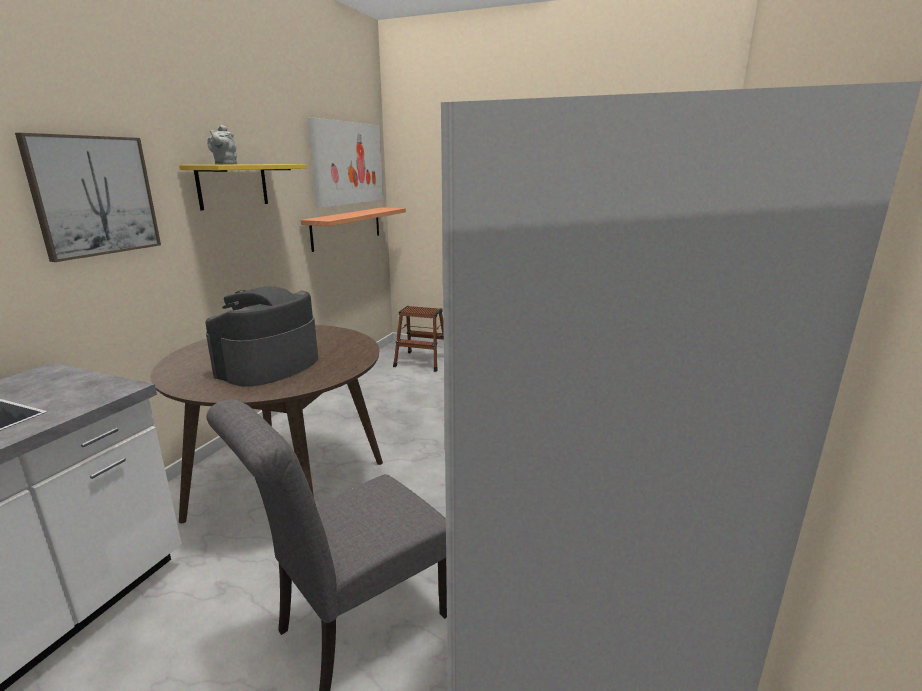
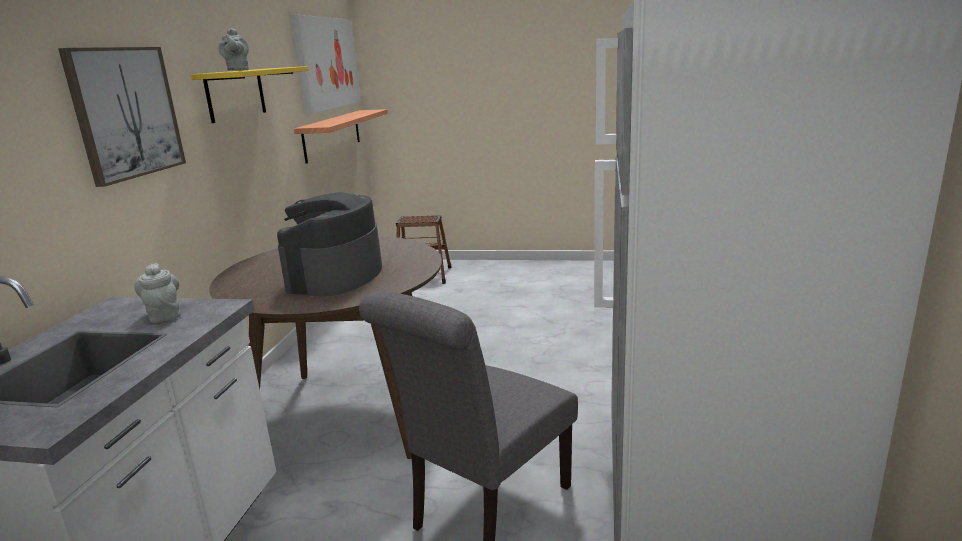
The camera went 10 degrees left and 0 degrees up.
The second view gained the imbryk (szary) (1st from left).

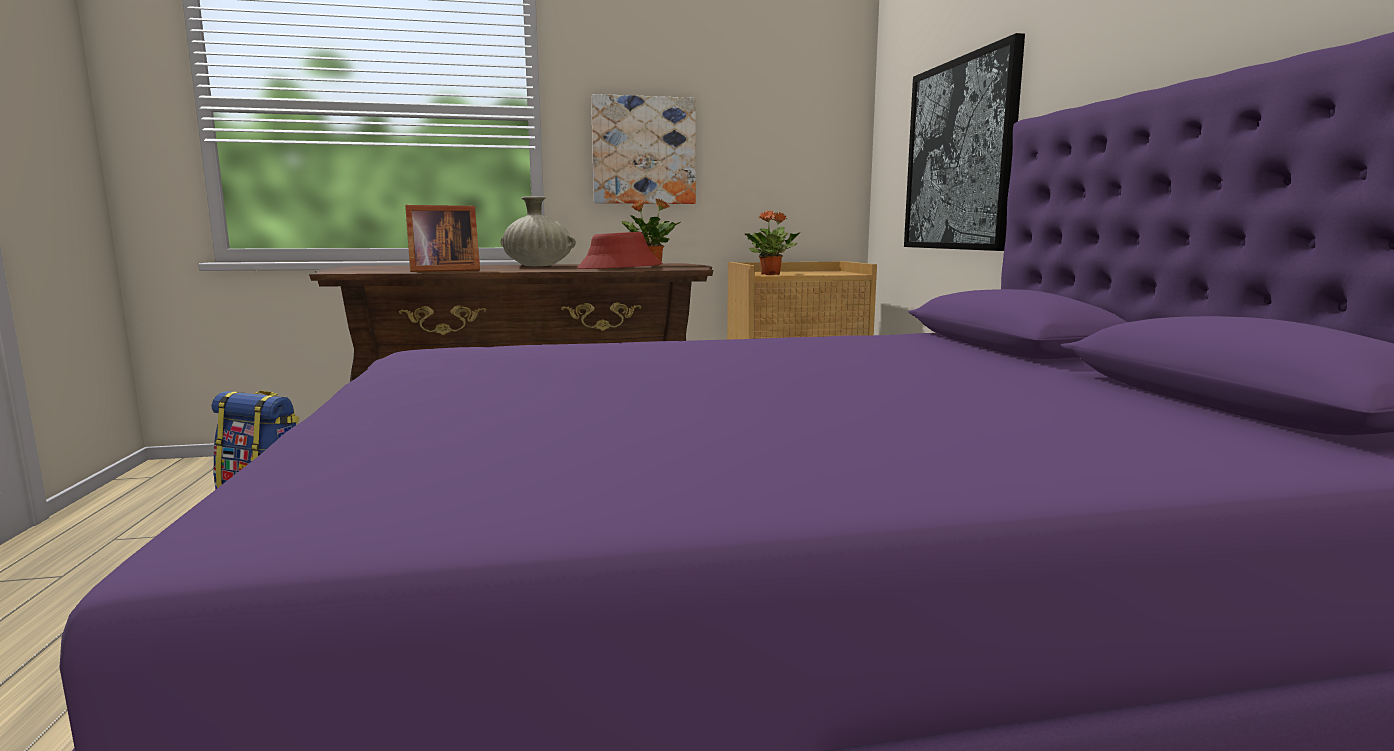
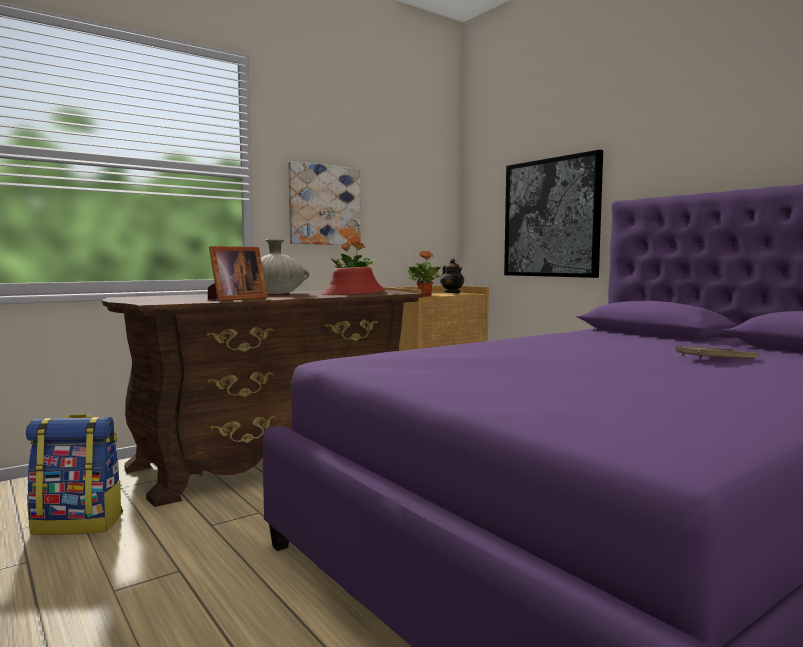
The camera went 25 degrees left and 5 degrees down.
The second view gained the imbryk.
The second view gained the taca (brązowy).

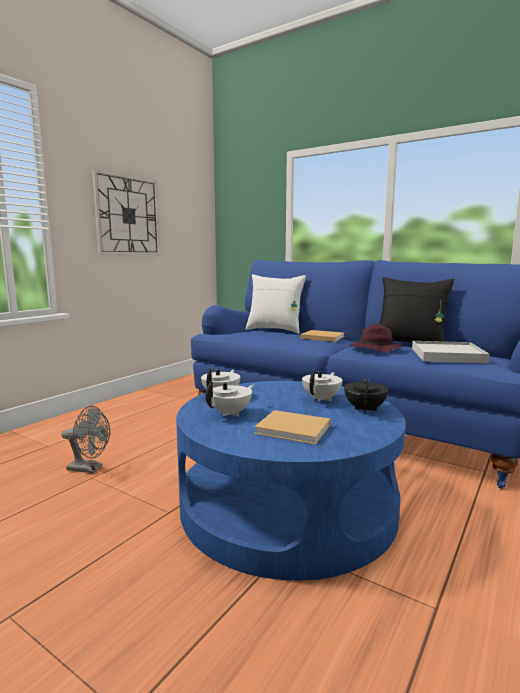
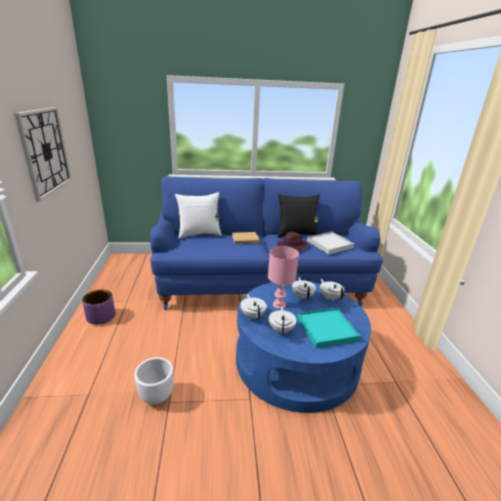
The camera went 40 degrees left and 15 degrees up.
The second view gained the donica (fioletowy).
Where the wentylator (szary) stood, the donica (biały) came to stand.
The second view gained the lampa stołowa (różowy).
Where the książka (beżowy) (1st from left) stood, the taca (turkusowy) came to stand.
What was the imbryk (czarny) turned into the imbryk (biały) (4th from left).

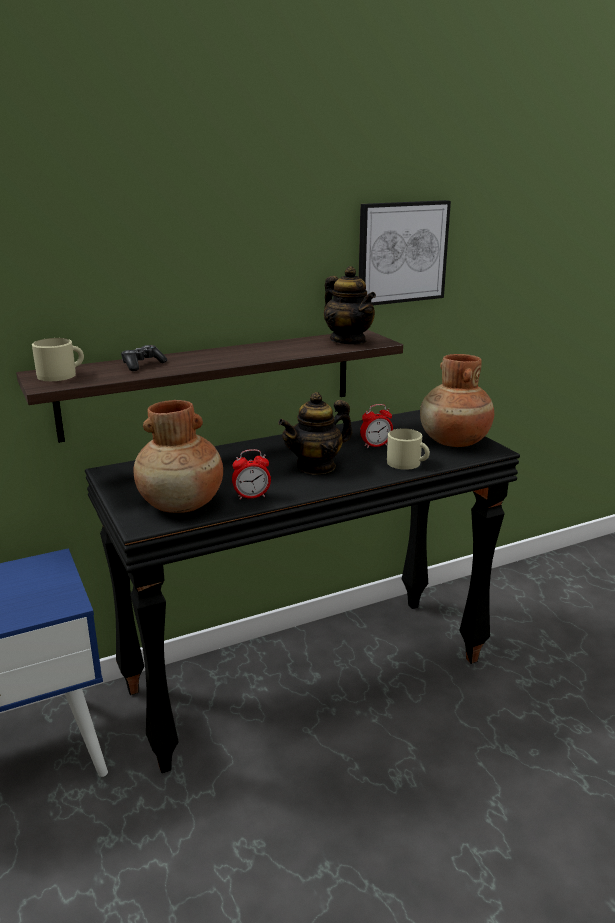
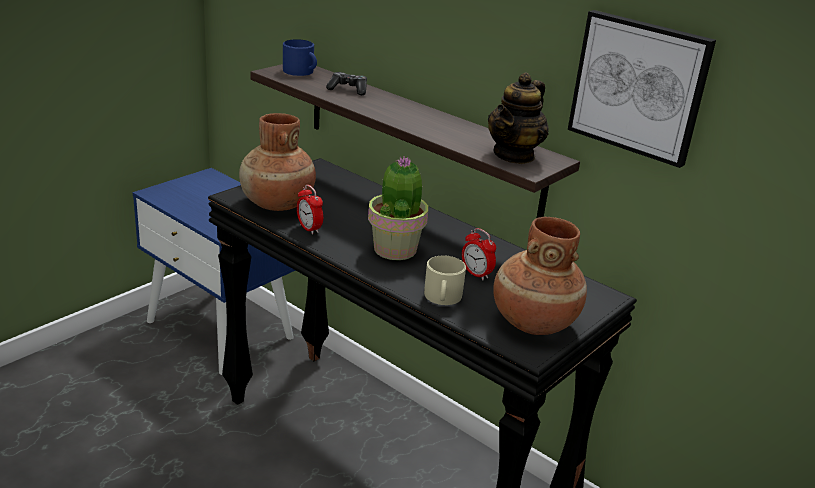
The camera went 65 degrees right and 5 degrees up.
What was the kubek (beżowy) (1st from left) turned into the kubek (niebieski).
Where the imbryk (1st from left) stood, the roślina doniczkowa came to stand.

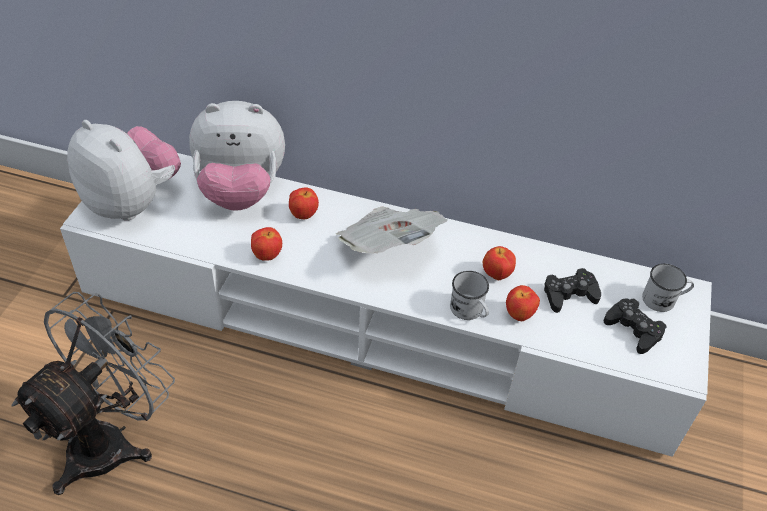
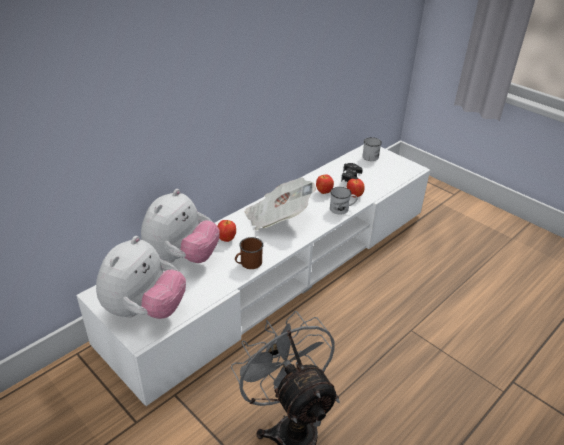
The camera went 60 degrees left and 10 degrees down.
The pluszak (1st from left) ended up facing another way, 135 degrees clockwise from before.
Where the jabłko (1st from left) stood, the kubek (brązowy) came to stand.
The second view lost the pad do gier (czarny) (2nd from left).

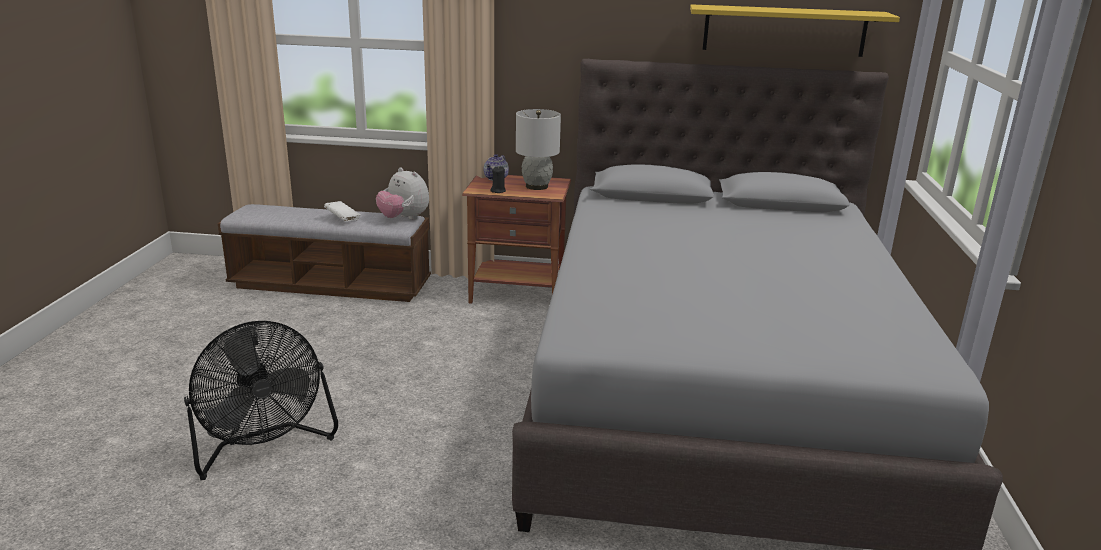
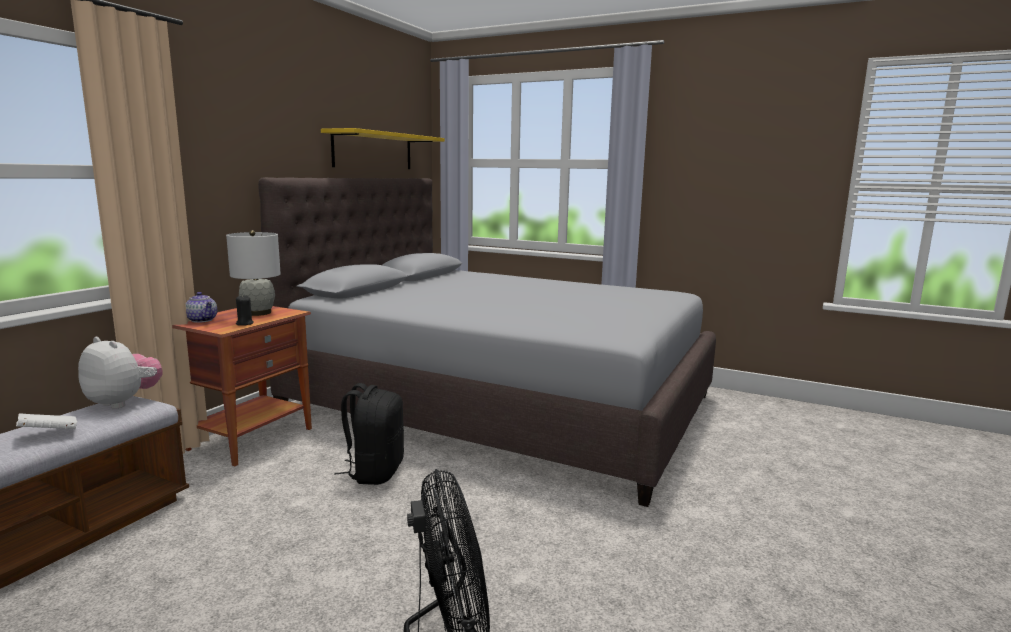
The camera went 70 degrees left and 10 degrees down.
The pluszak ended up facing another way, 120 degrees counterclockwise from before.
The second view gained the plecak (czarny).

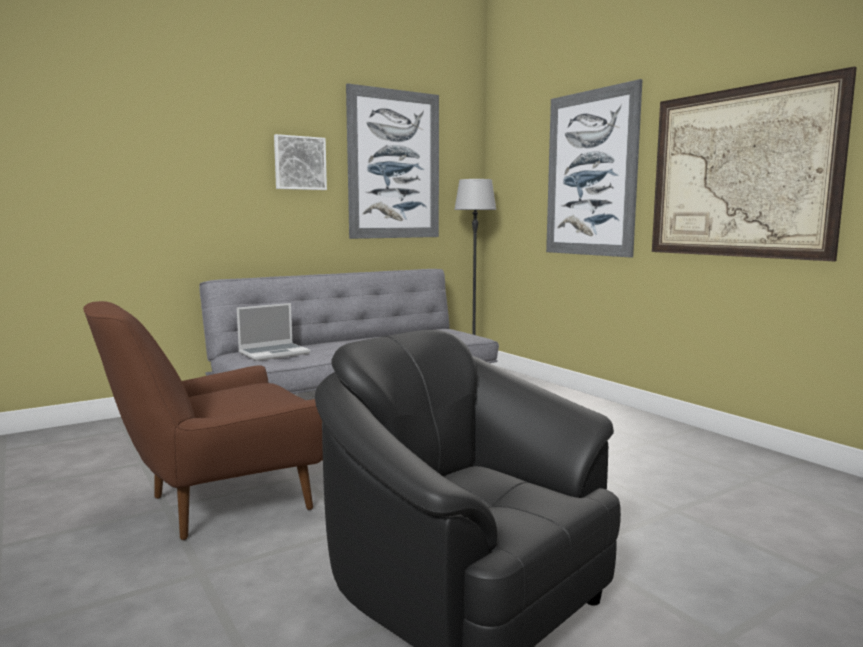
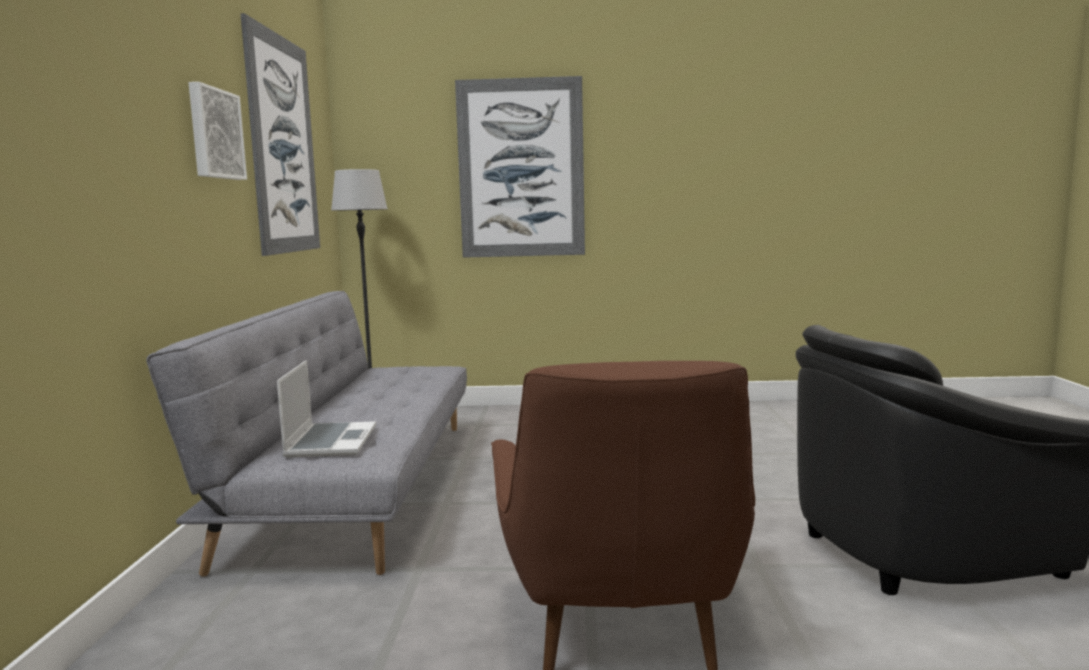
The camera went 55 degrees left and 0 degrees up.
The second view lost the obraz (4th from left).

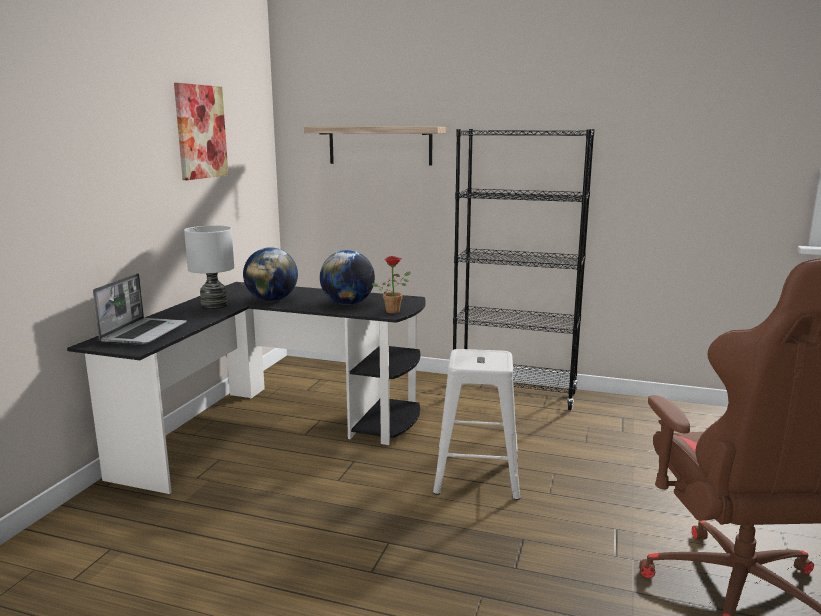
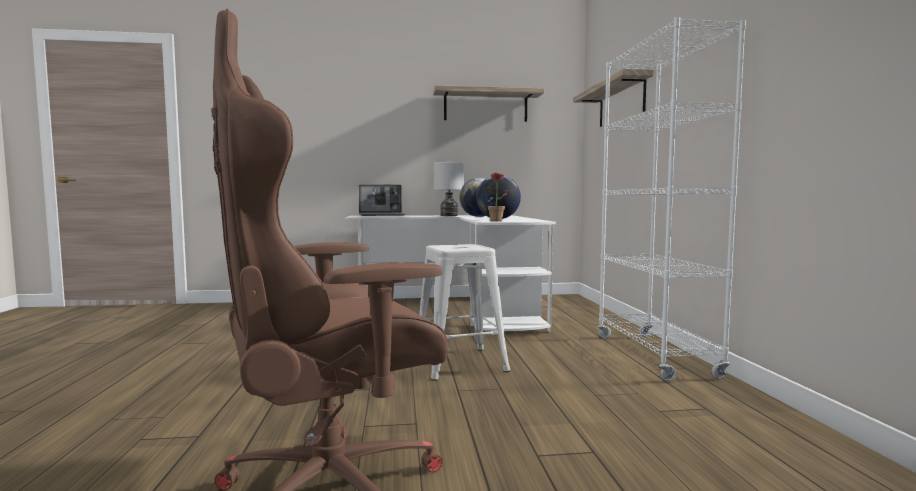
The camera went 65 degrees right and 10 degrees down.
What was the biurko (czarny) turned into the biurko (biały).
Where the obraz hung, the półka (1st from left) came to hang.
What was the regał (czarny) turned into the regał (biały).

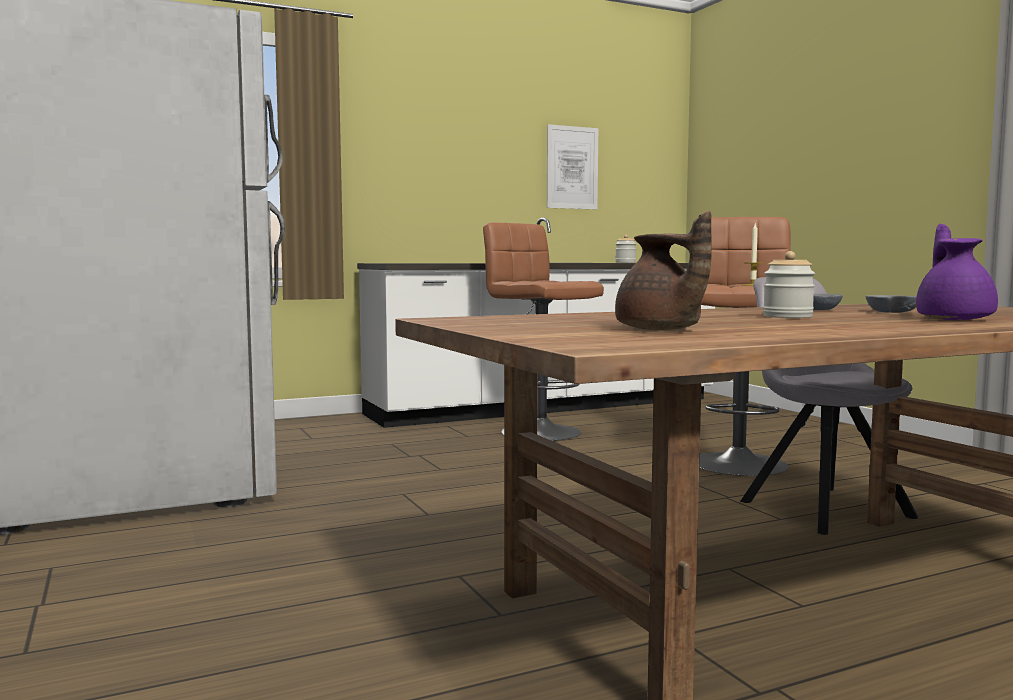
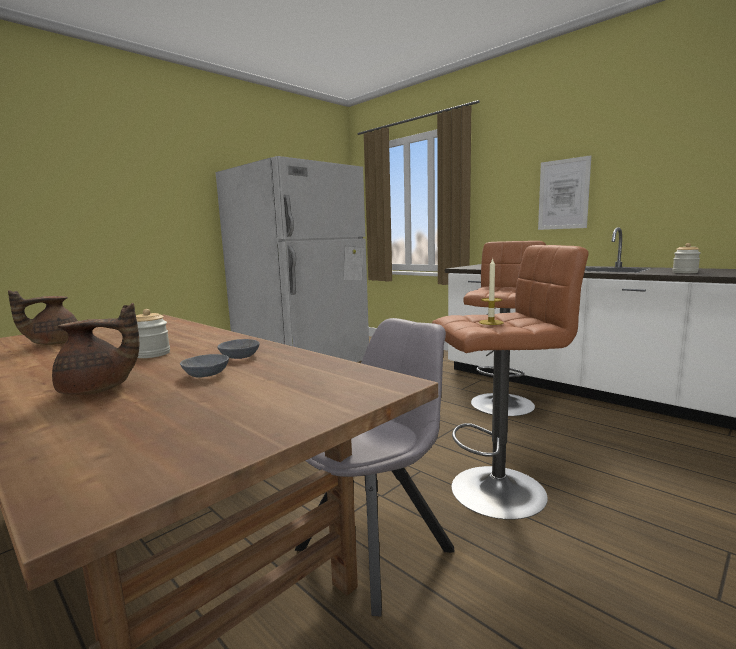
The camera went 70 degrees right and 5 degrees up.
What was the imbryk (fioletowy) turned into the imbryk (brązowy) (2nd from left).
The obraz ended up elsewhere.

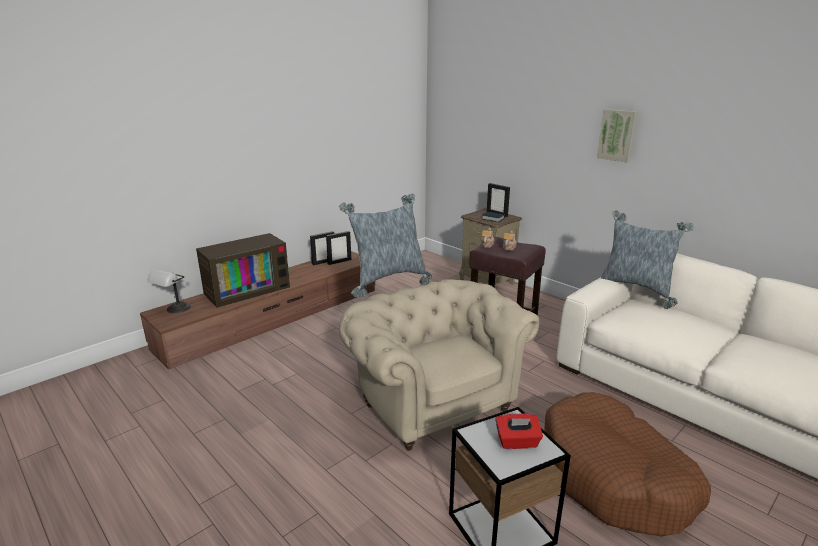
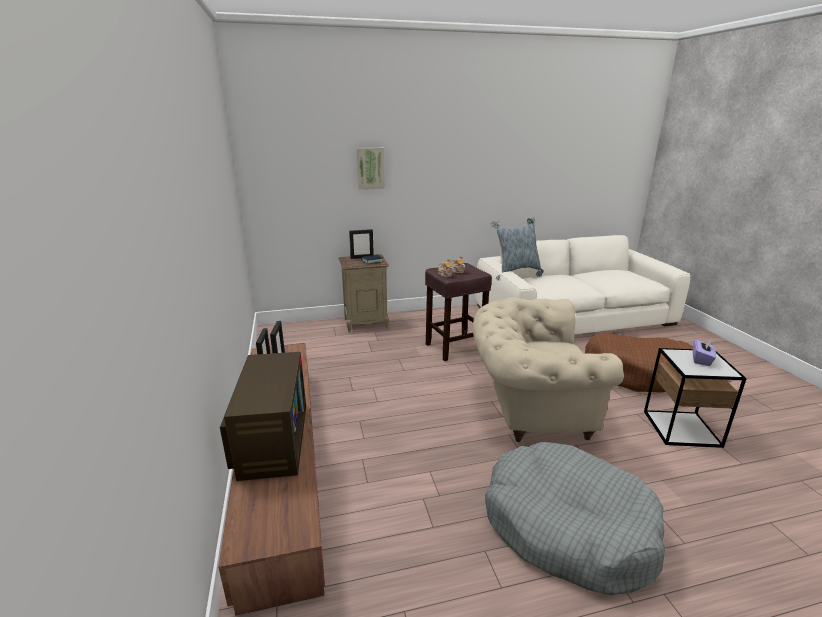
The camera went 60 degrees left and 0 degrees up.
The obraz ended up elsewhere.
The second view gained the legowisko (szary).
What was the pudełko chusteczek (czerwony) turned into the pudełko chusteczek (fioletowy).
The second view lost the lampa stołowa.
The second view lost the poduszka (1st from left).

